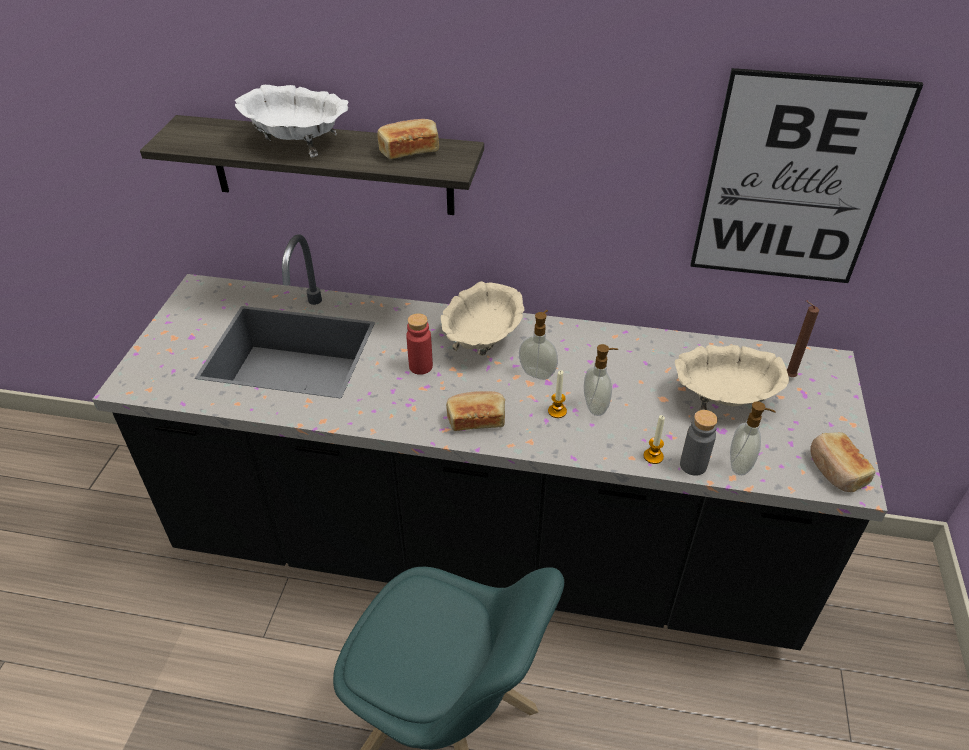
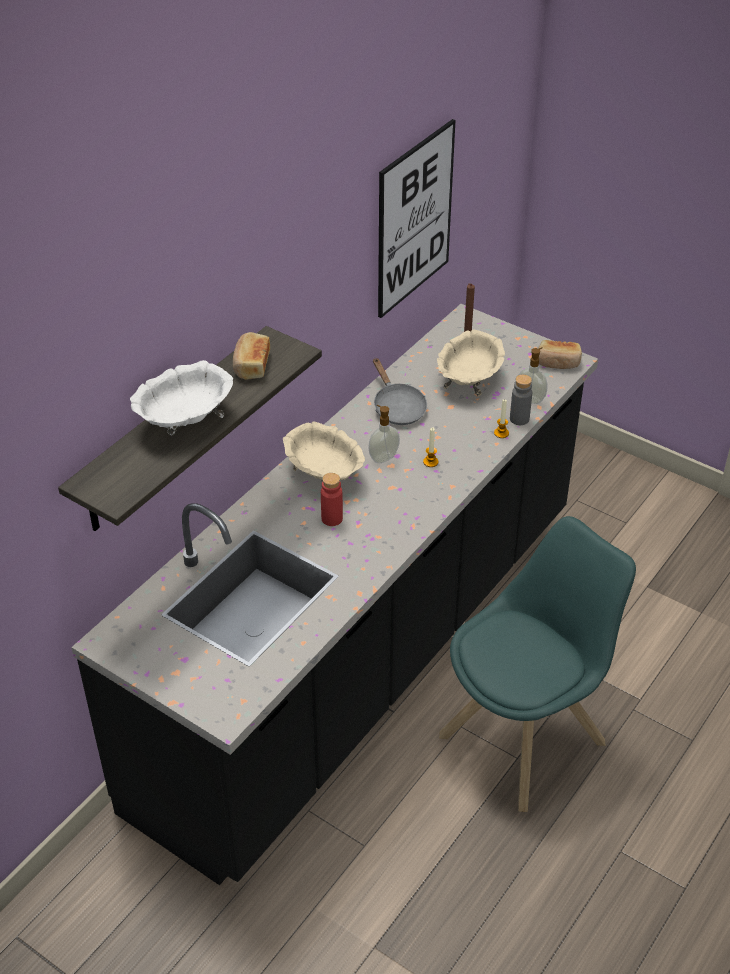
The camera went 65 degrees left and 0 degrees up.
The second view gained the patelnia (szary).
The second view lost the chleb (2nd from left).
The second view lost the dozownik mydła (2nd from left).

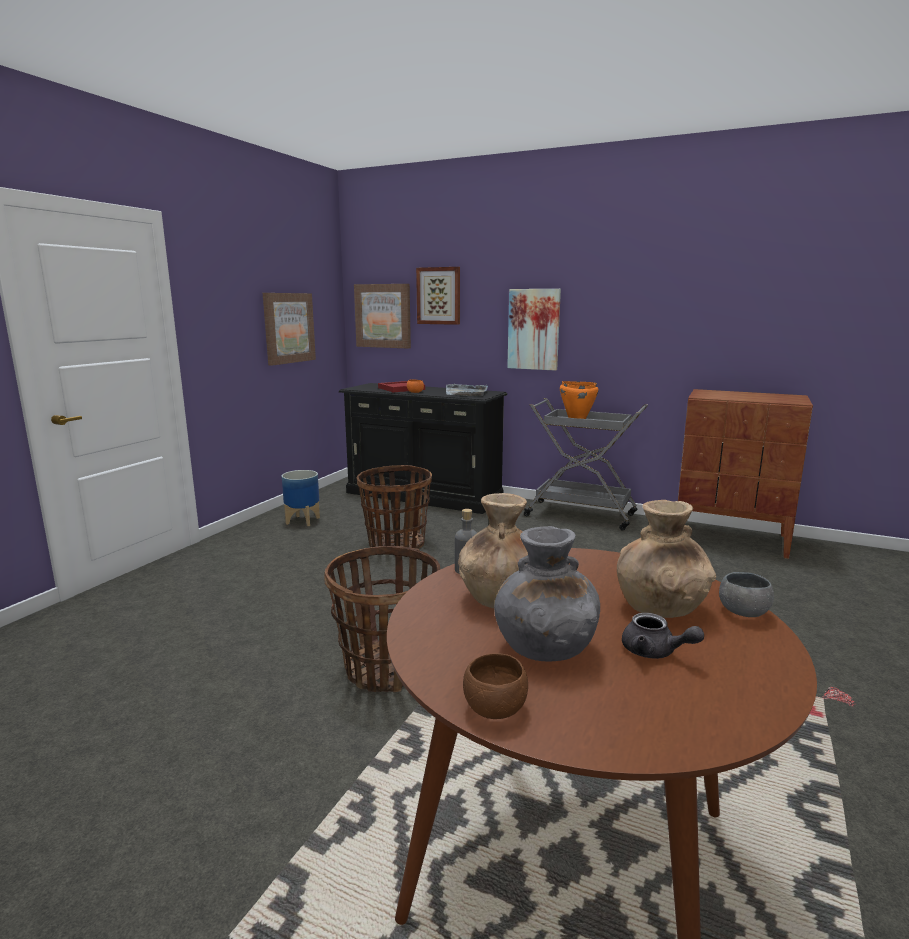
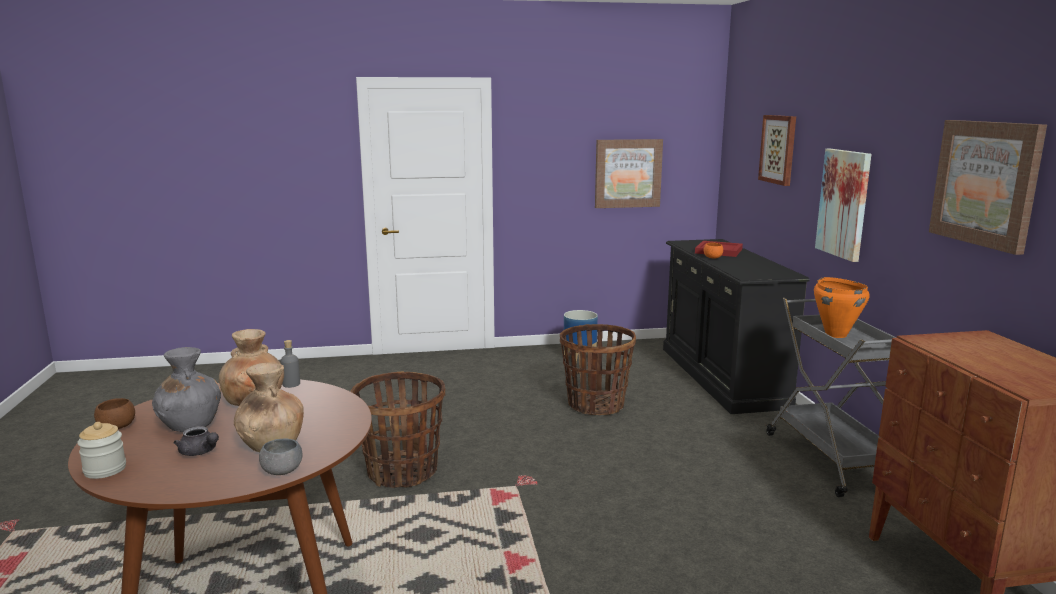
The camera went 55 degrees right and 0 degrees up.
The second view gained the słoik.
The imbryk (szary) ended up facing another way, 60 degrees counterclockwise from before.
The obraz (2nd from left in the first image) ended up elsewhere.
The second view lost the taca (szary).

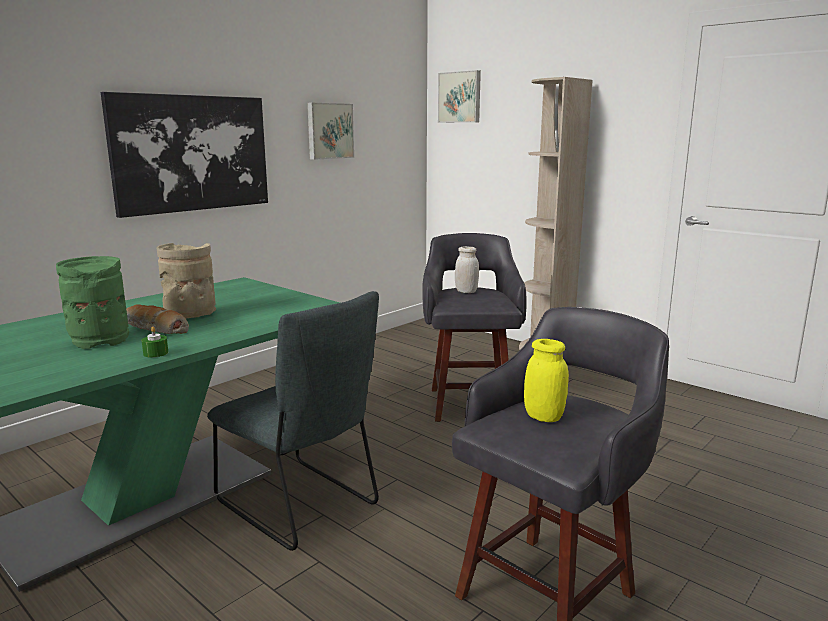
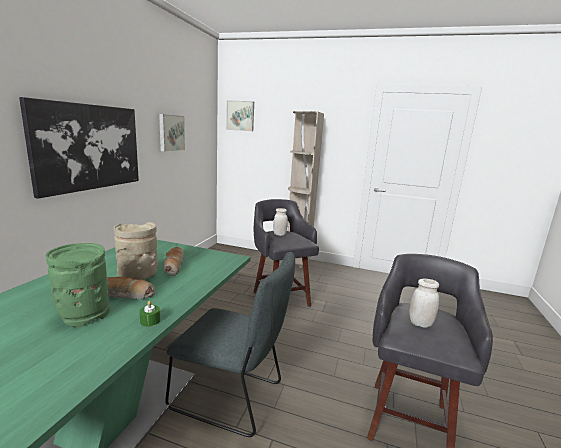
The camera went 25 degrees left and 0 degrees up.
The second view gained the chleb (2nd from left).
What was the słoik (żółty) turned into the słoik (biały) (2nd from left).

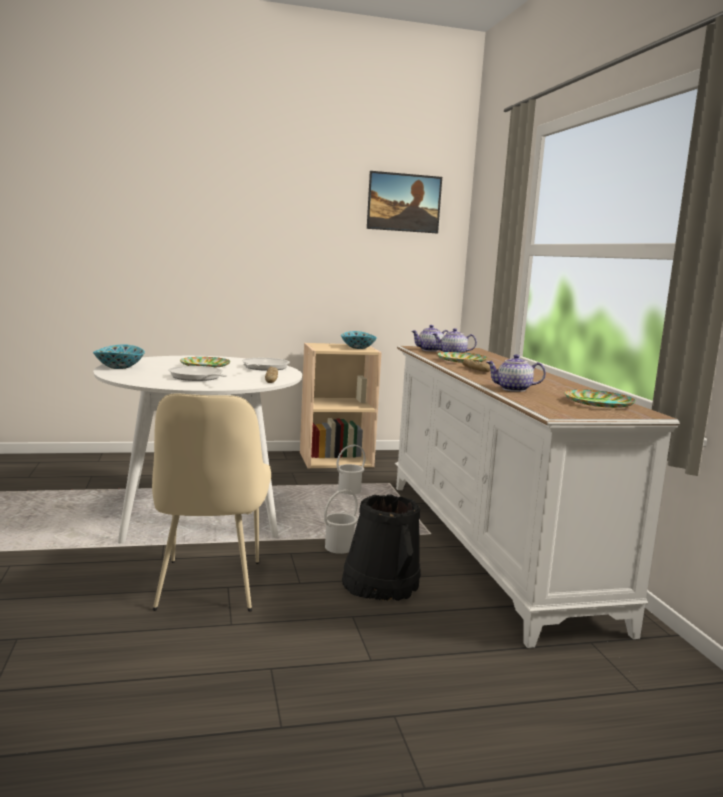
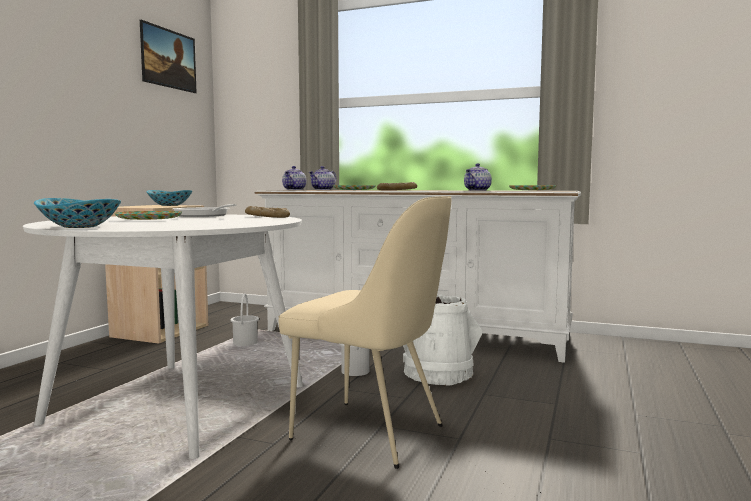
The camera went 55 degrees left and 5 degrees down.
What was the wiadro (czarny) turned into the wiadro (biały) (3rd from left).
The second view lost the patelnia (1st from left).

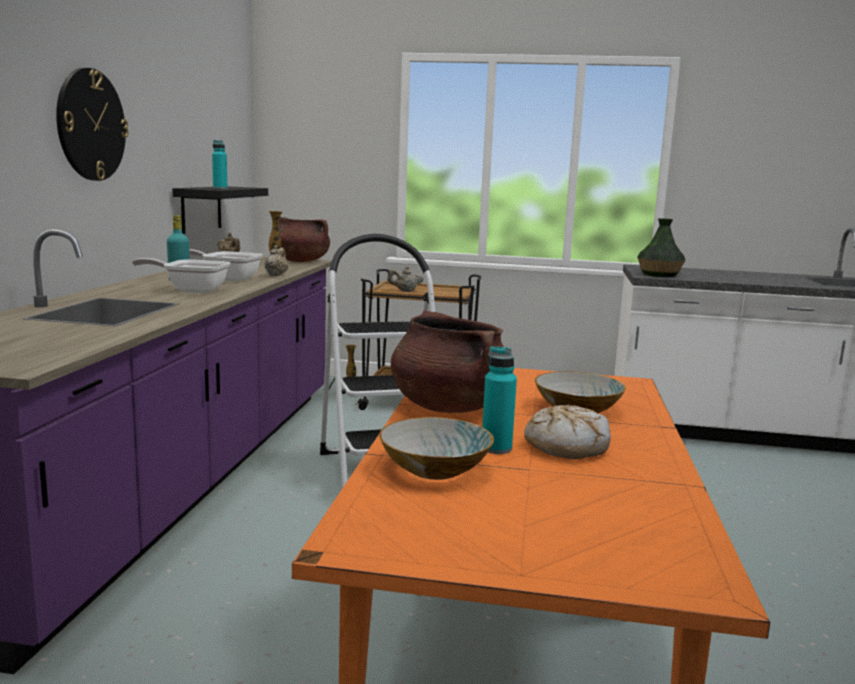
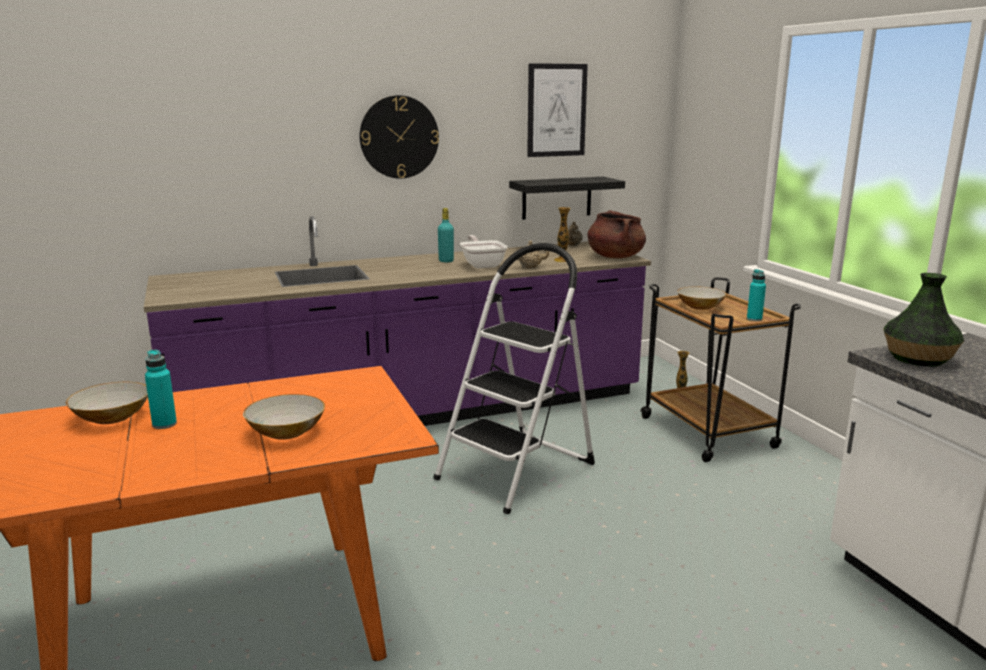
The camera went 60 degrees right and 5 degrees up.
The second view gained the obraz.
Where the imbryk (beżowy) (3rd from left) stood, the miska (3rd from left) came to stand.
The butelka (turkusowy) (2nd from left in the first image) ended up elsewhere.
The second view lost the patelnia (1st from left).
The second view lost the garnek (brązowy) (2nd from left).
The second view lost the chleb.

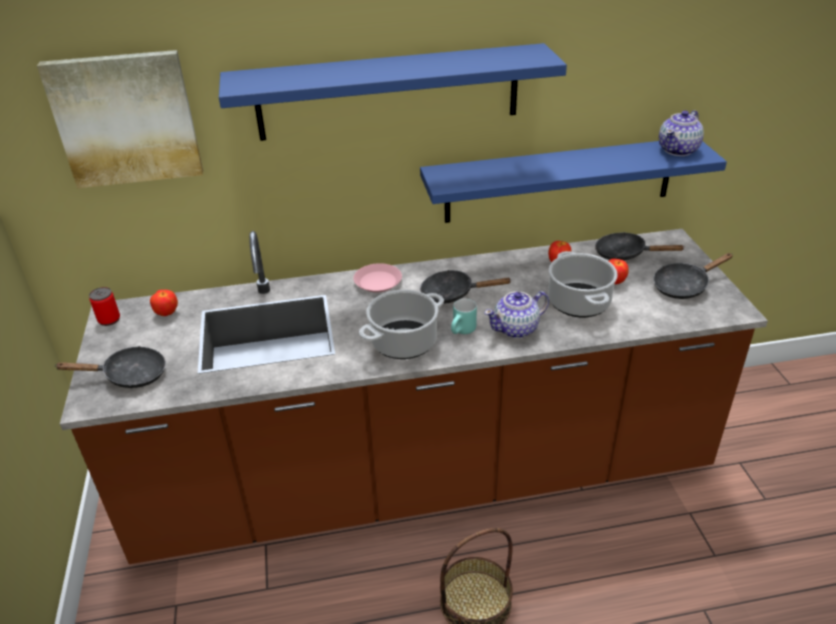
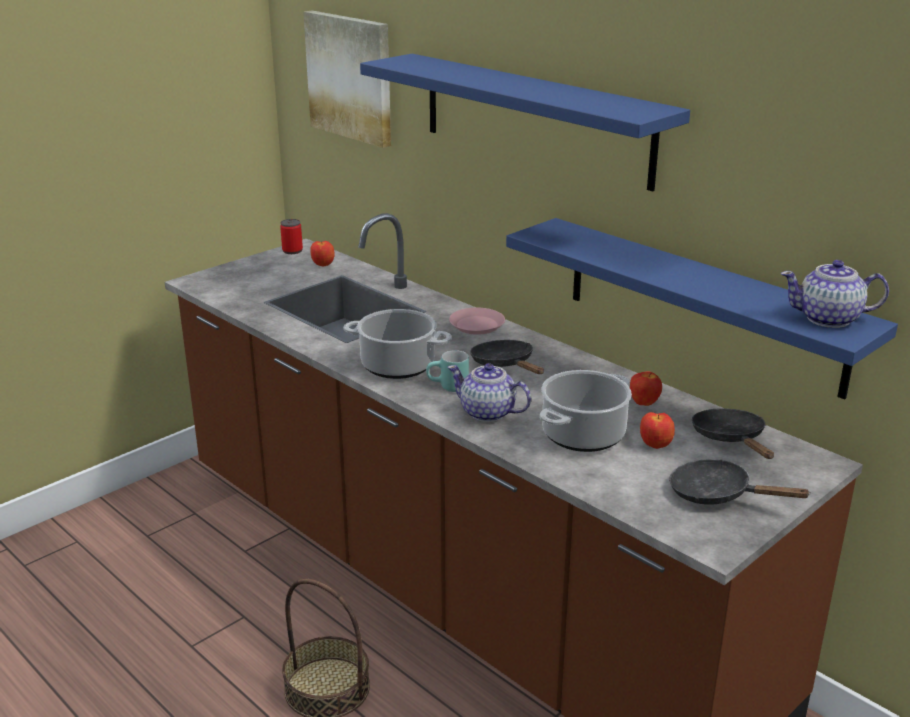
The camera went 55 degrees right and 10 degrees down.
The second view lost the patelnia (czarny) (1st from left).

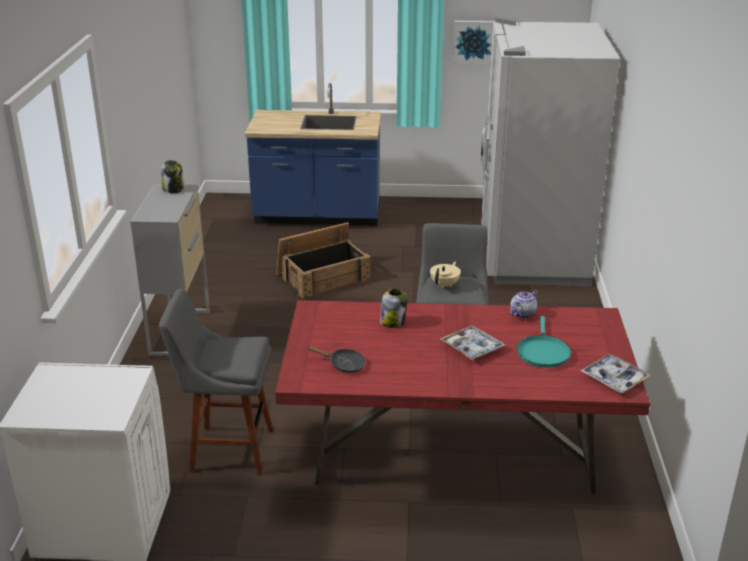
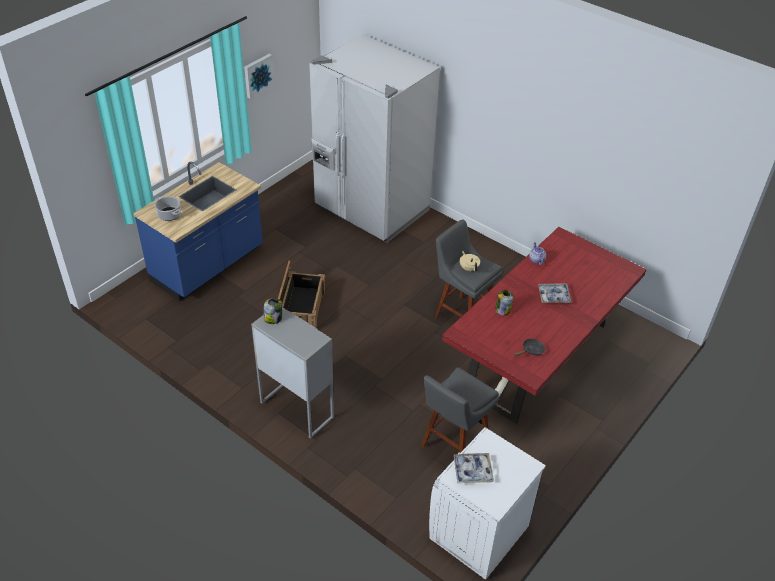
The camera went 55 degrees left and 15 degrees up.
The second view gained the garnek.
The taca (2nd from left in the first image) ended up elsewhere.
The second view lost the patelnia (turkusowy).

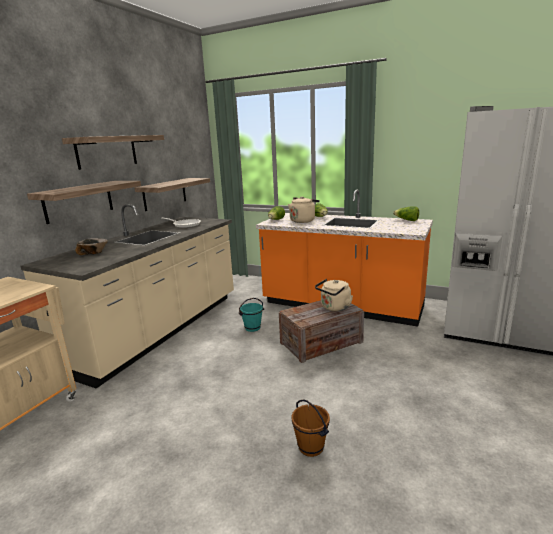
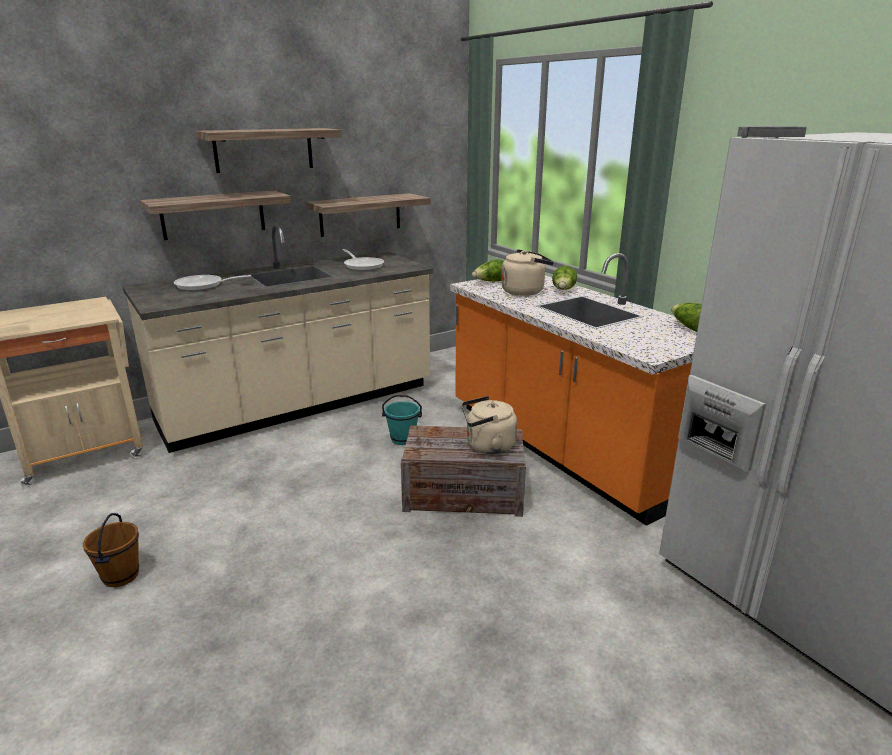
The camera went 30 degrees right and 5 degrees up.
The wiadro (brązowy) ended up elsewhere.
Where the miska stood, the patelnia (1st from left) came to stand.

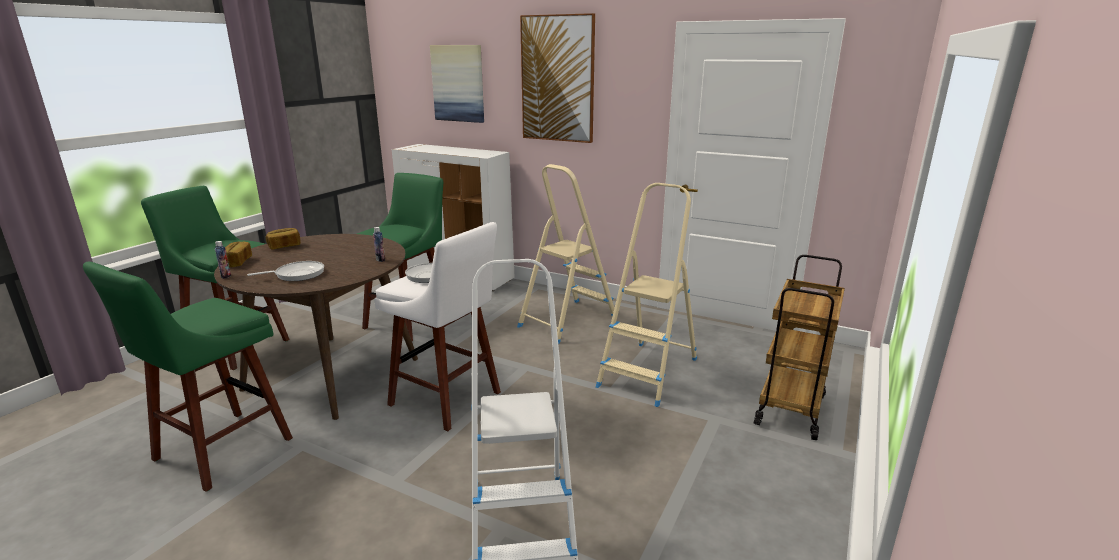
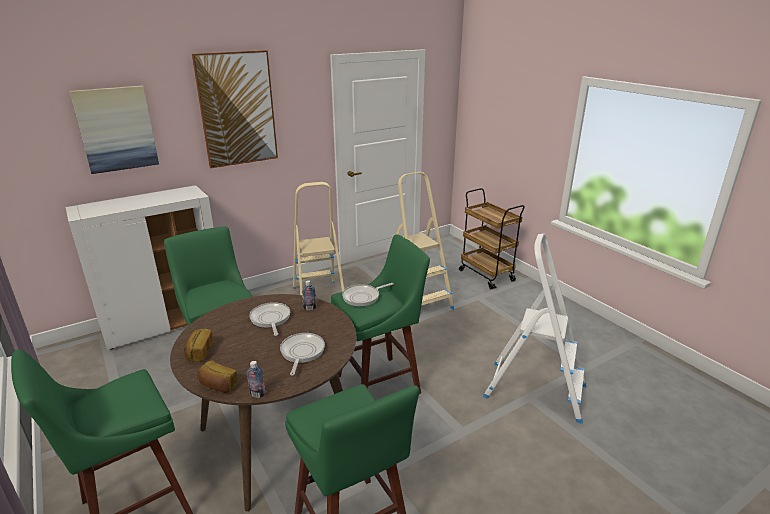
The camera went 60 degrees left and 5 degrees up.
The second view gained the patelnia (1st from left).
What was the stołek (biały) turned into the stołek (zielony) (4th from left).

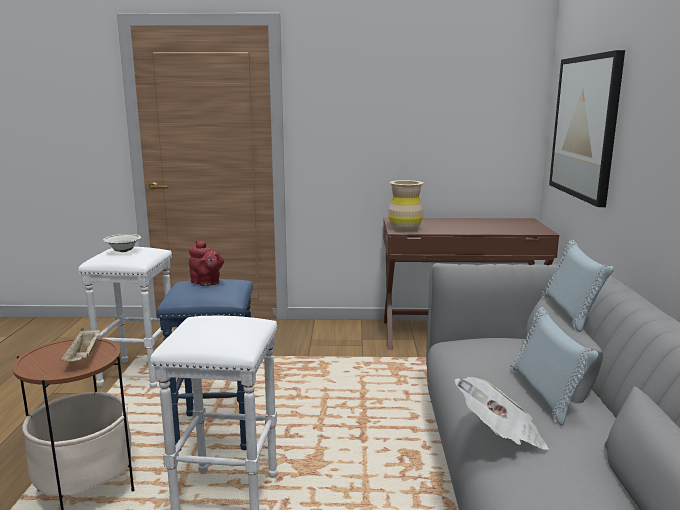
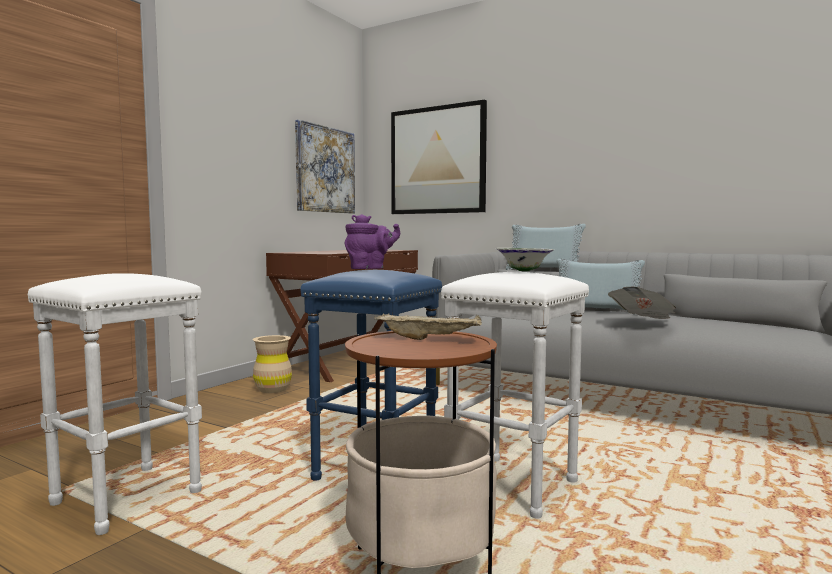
The camera went 60 degrees left and 10 degrees down.
The wazon (beżowy) ended up elsewhere.
The second view gained the obraz (1st from left).
What was the imbryk (czerwony) turned into the imbryk (fioletowy).
The miska (biały) ended up elsewhere.

